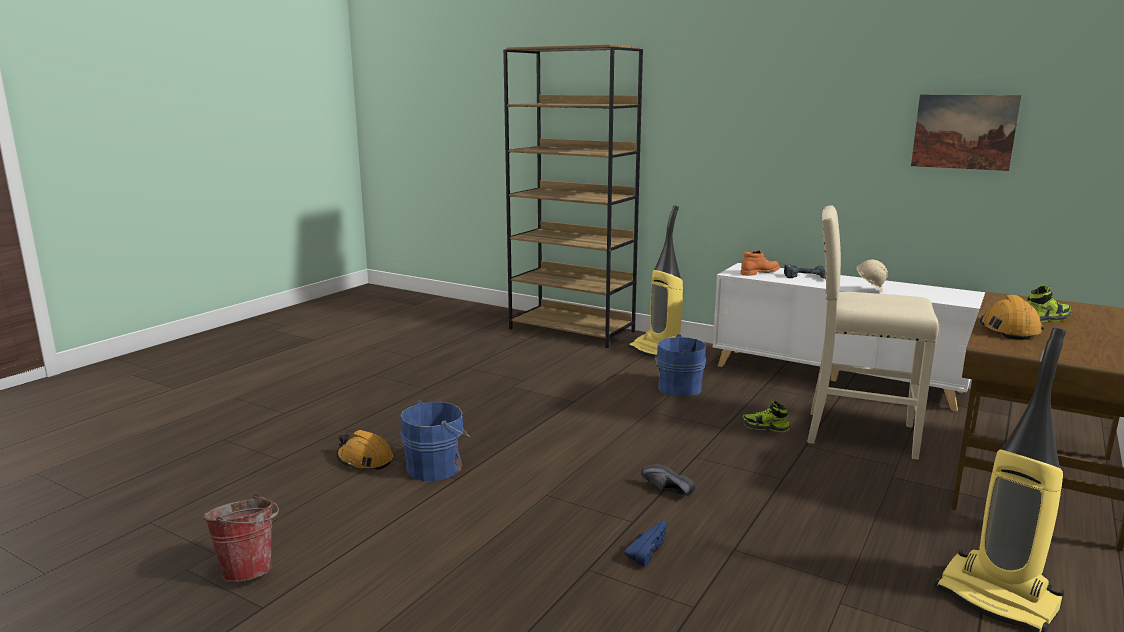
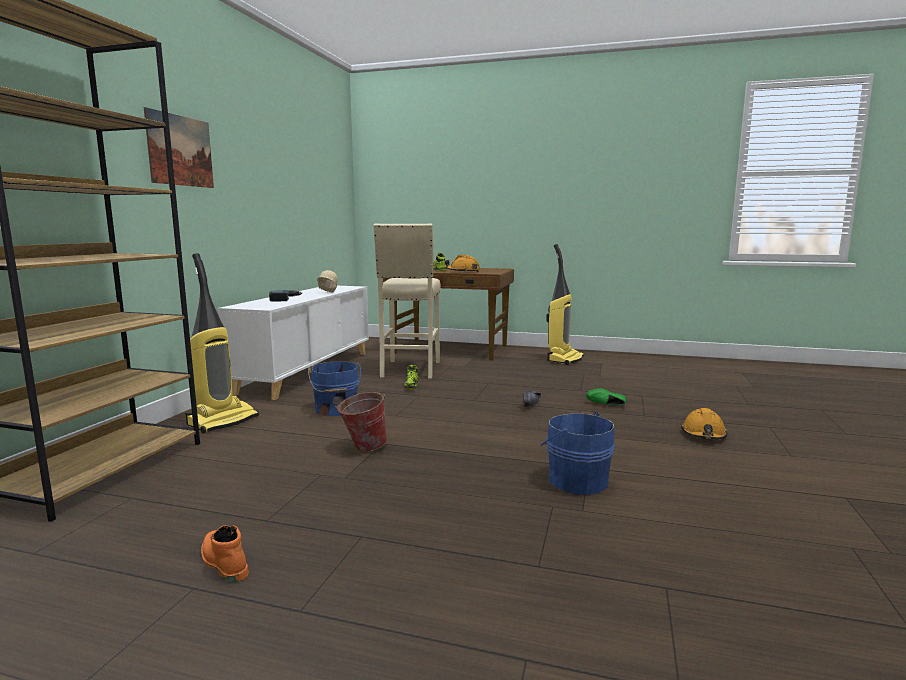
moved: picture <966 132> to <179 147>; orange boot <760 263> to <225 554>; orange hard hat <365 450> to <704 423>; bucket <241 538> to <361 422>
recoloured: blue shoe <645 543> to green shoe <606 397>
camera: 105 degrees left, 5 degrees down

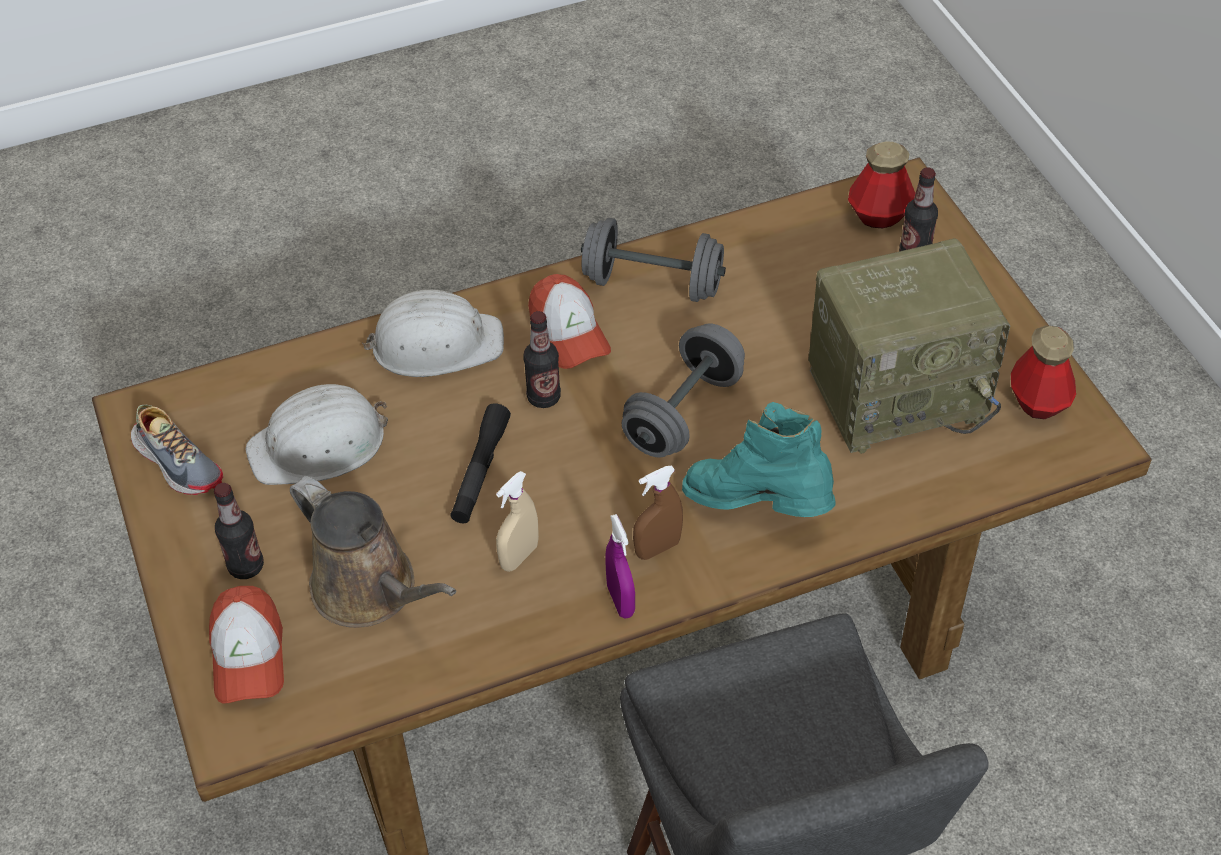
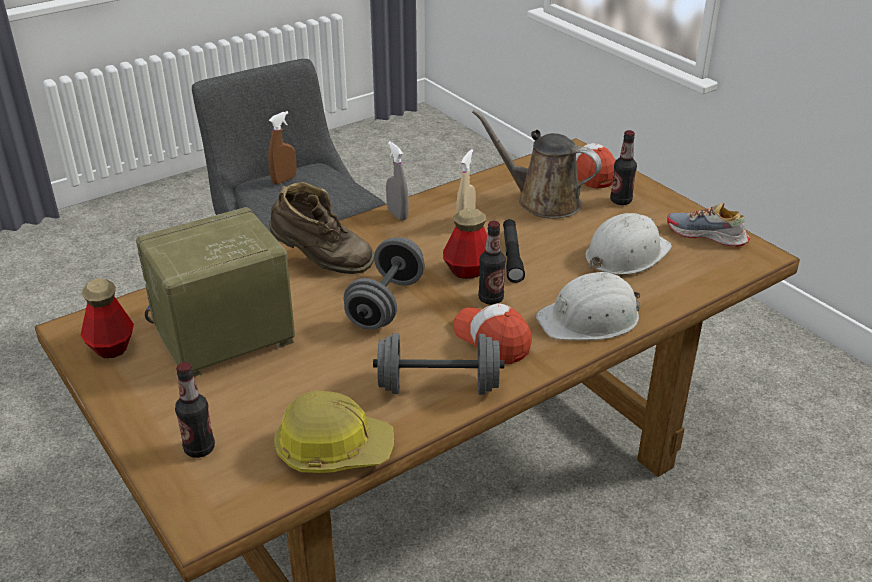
added: hard hat <334 431>
moved: bottle <881 184> to <465 243>; brown spray bottle <658 512> to <282 147>
recoloured: turquoise boot <759 459> to brown boot <322 228>; purple spray bottle <620 566> to grey spray bottle <397 181>
camera: 165 degrees right, 15 degrees down

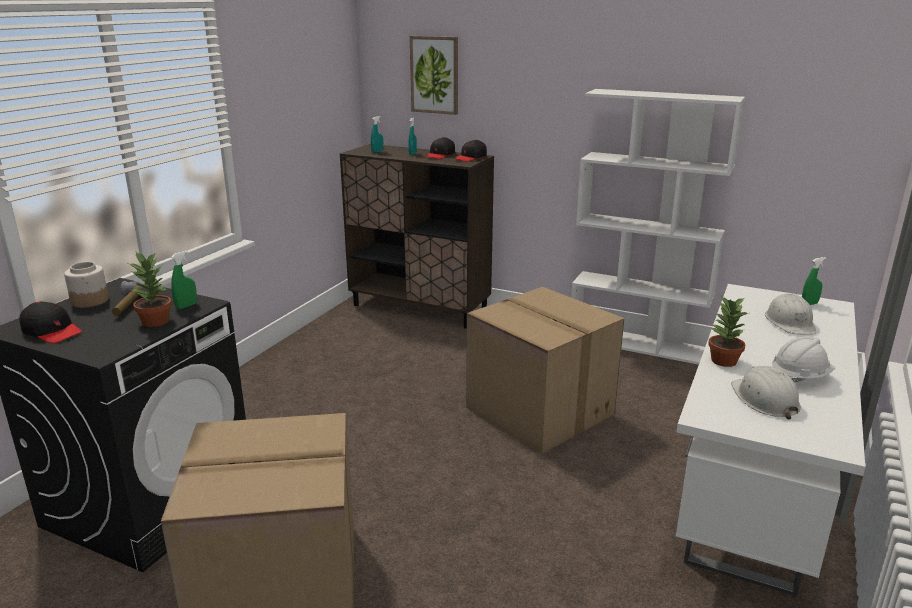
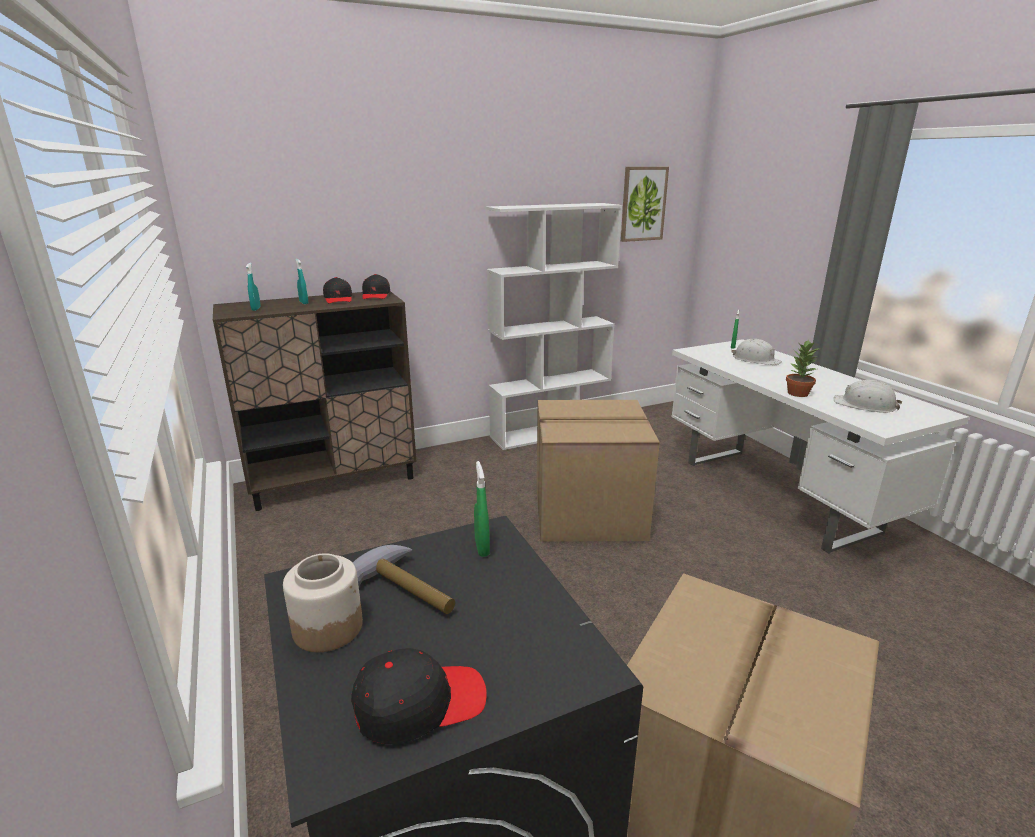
removed: potted plant <150 289>; white hard hat <803 359>
moved: picture <434 75> to <645 204>
camera: 50 degrees left, 0 degrees up

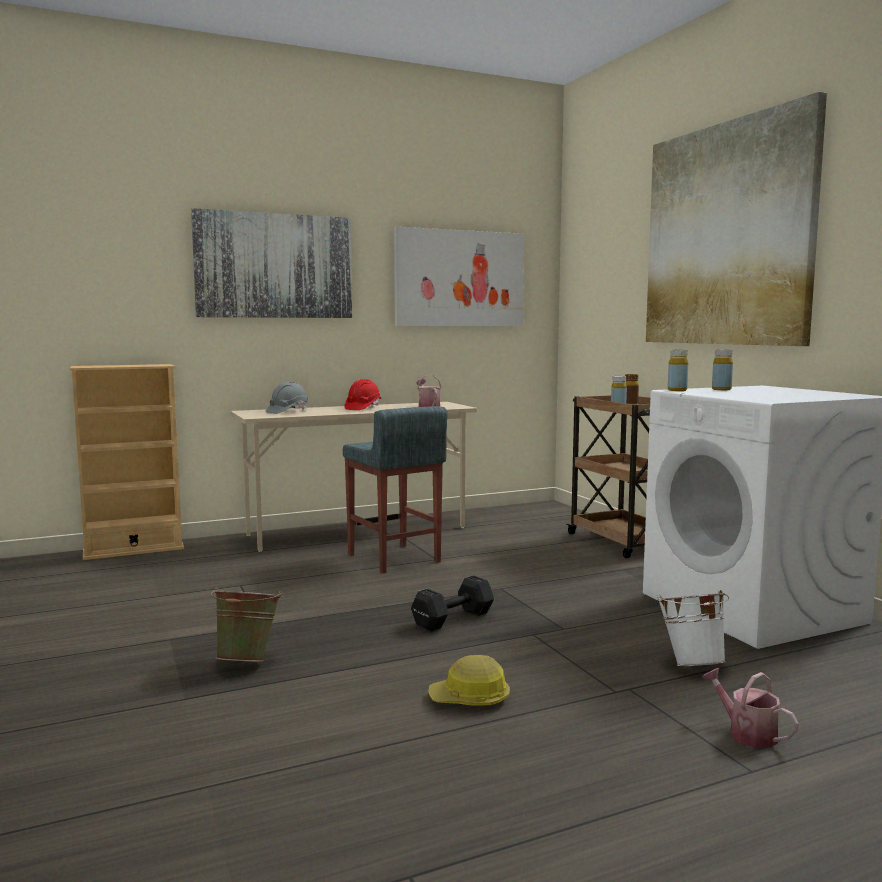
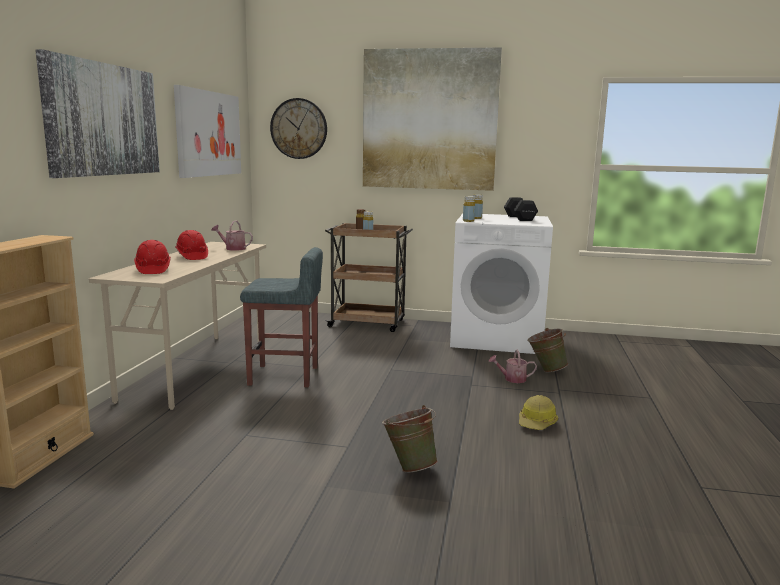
added: wall clock <298 128>
moved: black dumbbell <452 603> to <521 209>; watering can <750 708> to <513 366>
recoloured: grey hard hat <287 397> to red hard hat <152 257>; white bucket <693 628> to green bucket <548 350>
camera: 55 degrees left, 5 degrees up

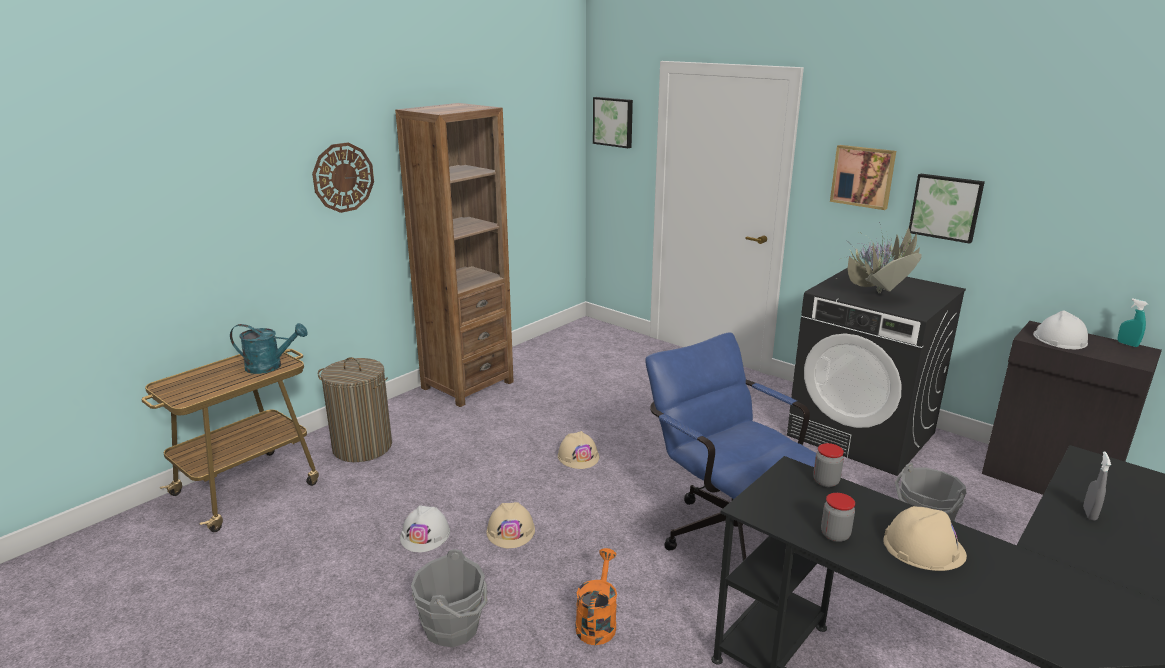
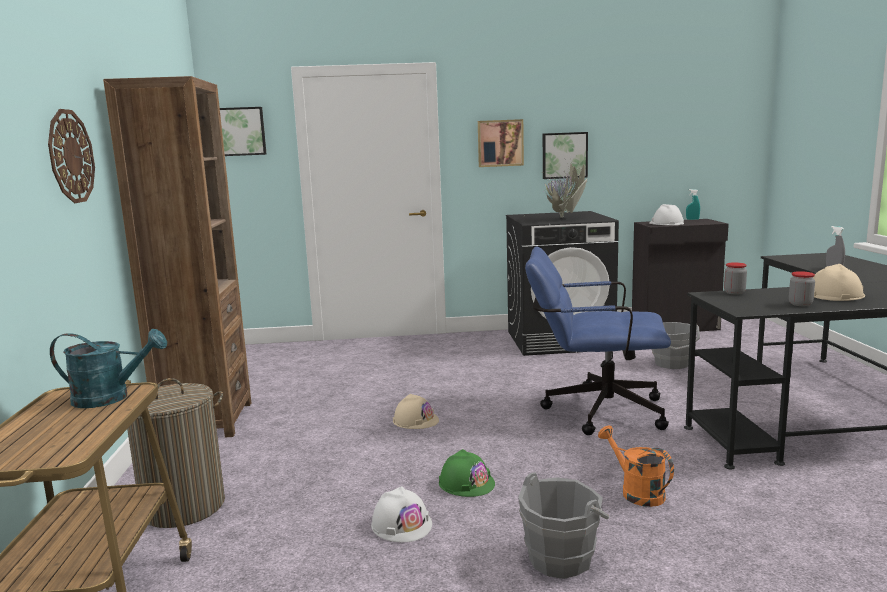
recoloured: beige hard hat <510 525> to green hard hat <467 473>
turned: turquoise watering can <269 348> = <108 368> 45 degrees clockwise
camera: 45 degrees left, 10 degrees down

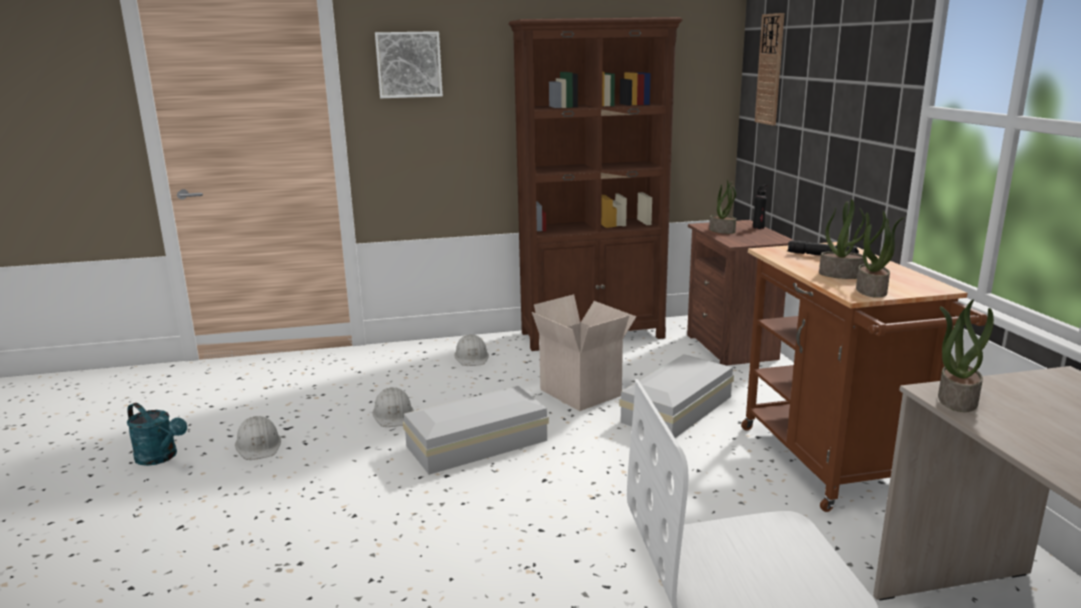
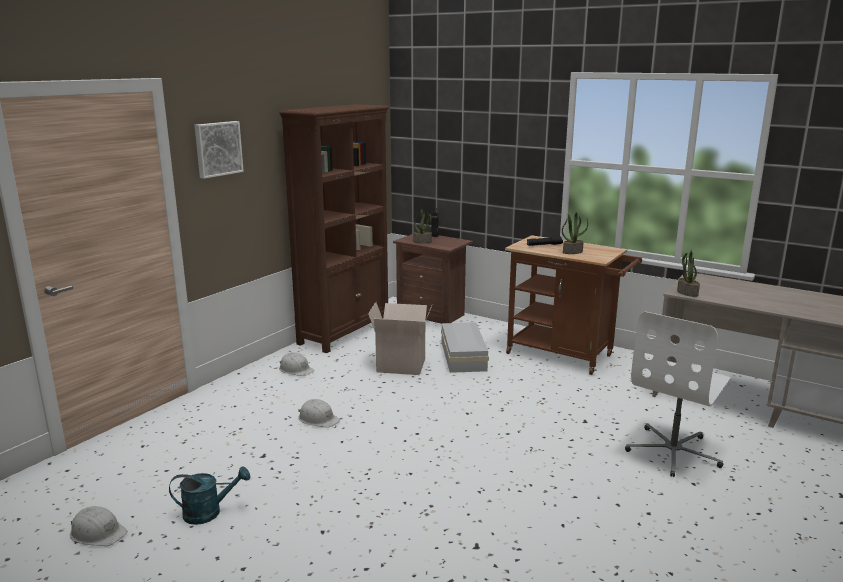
removed: wall clock <769 69>; potted plant <880 254>; white storage box <476 430>
moved: white hard hat <258 438> to <98 526>
camera: 45 degrees left, 0 degrees up

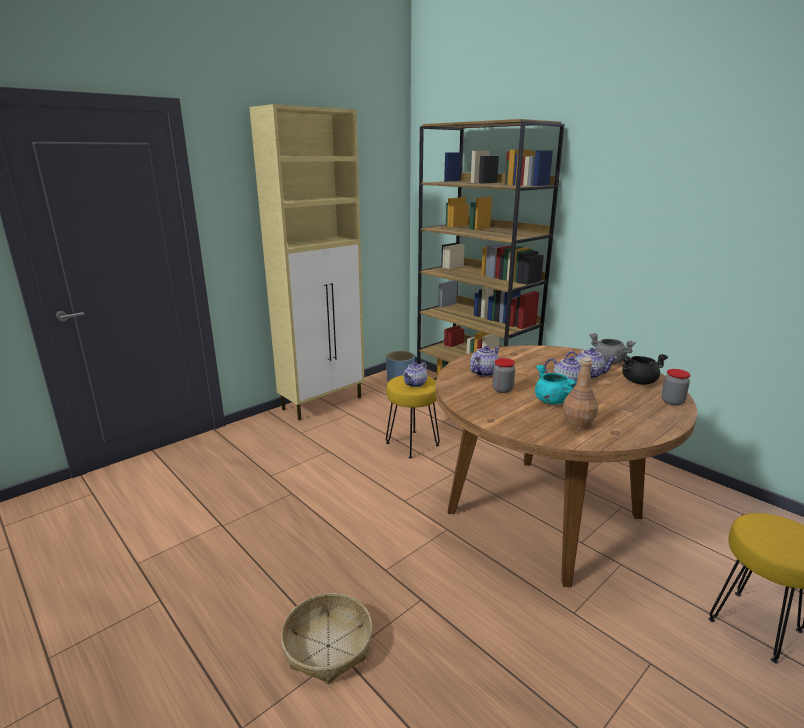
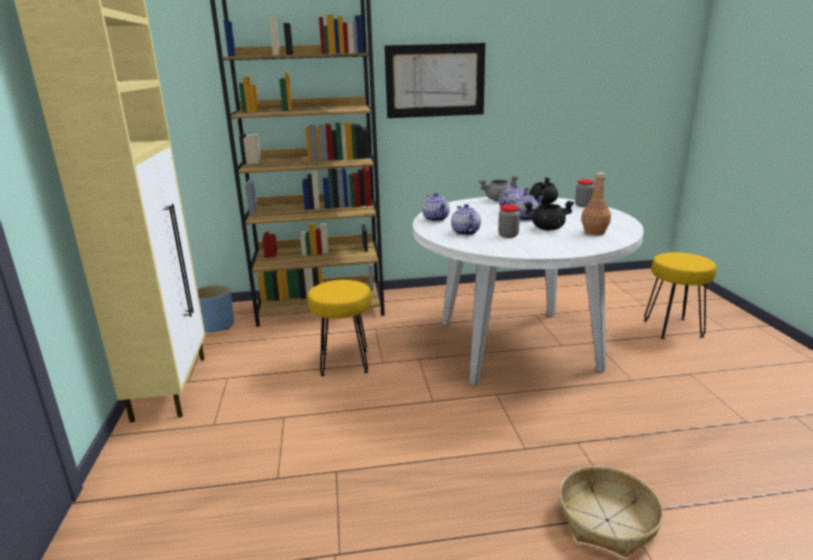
added: picture <434 80>
moved: teapot <415 374> to <436 207>
recoloured: brown dining table <566 466> to white dining table <528 291>; turquoise cooking pot <556 384> to black cooking pot <549 215>
camera: 55 degrees left, 0 degrees up

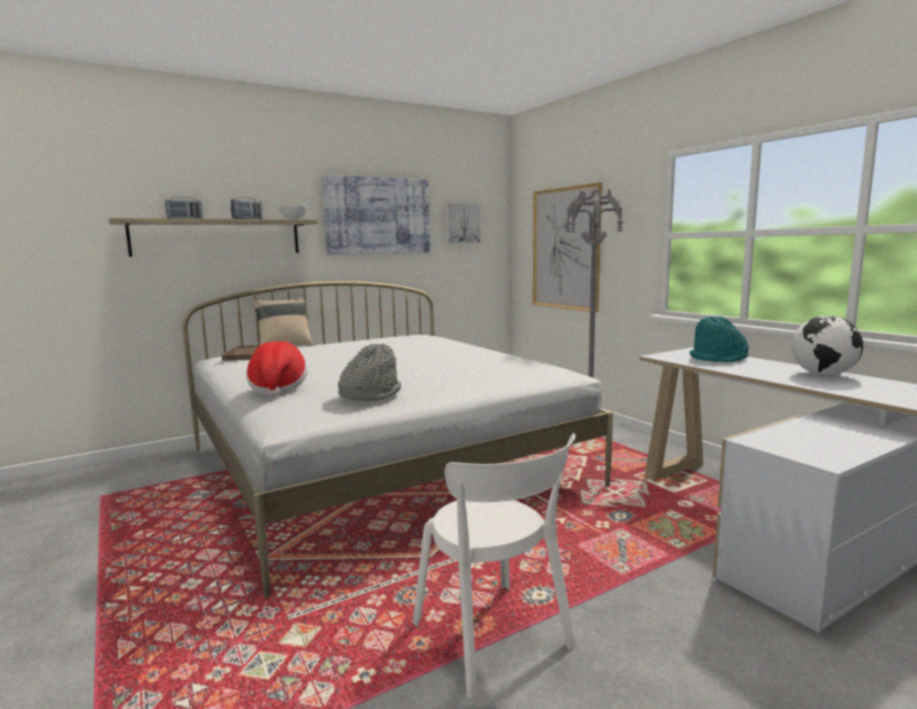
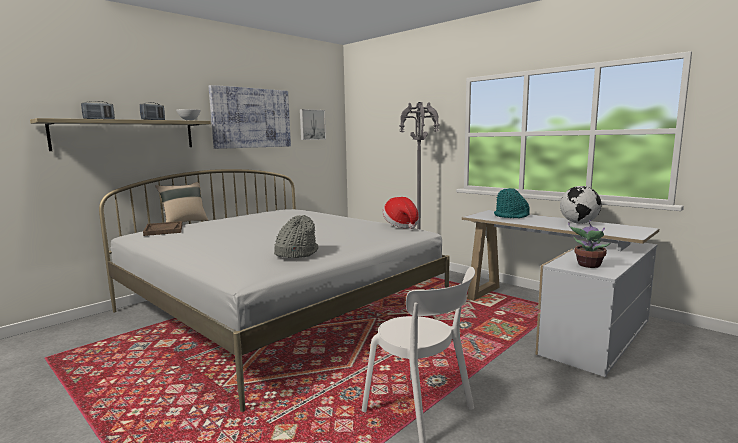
removed: picture <567 247>
added: potted plant <589 244>
moved: hat <277 369> to <400 213>
camera: 15 degrees left, 0 degrees up

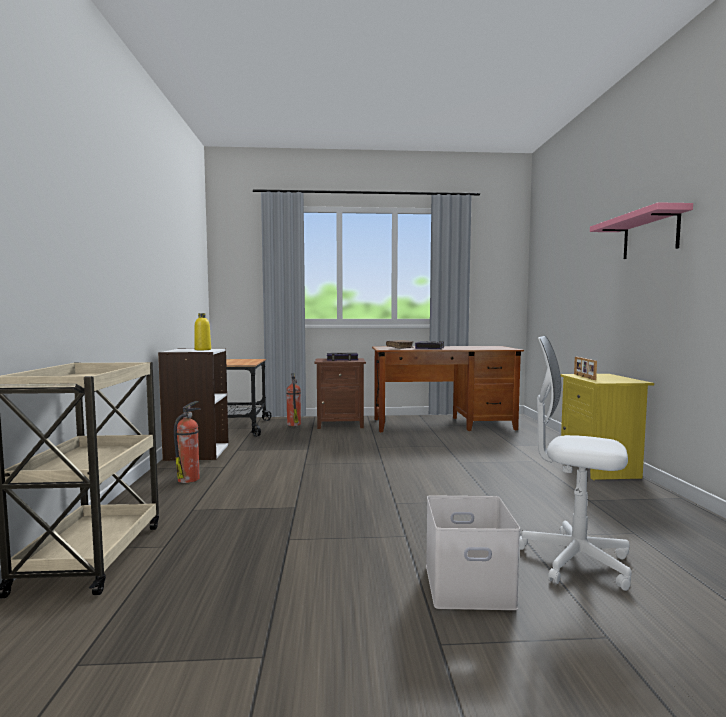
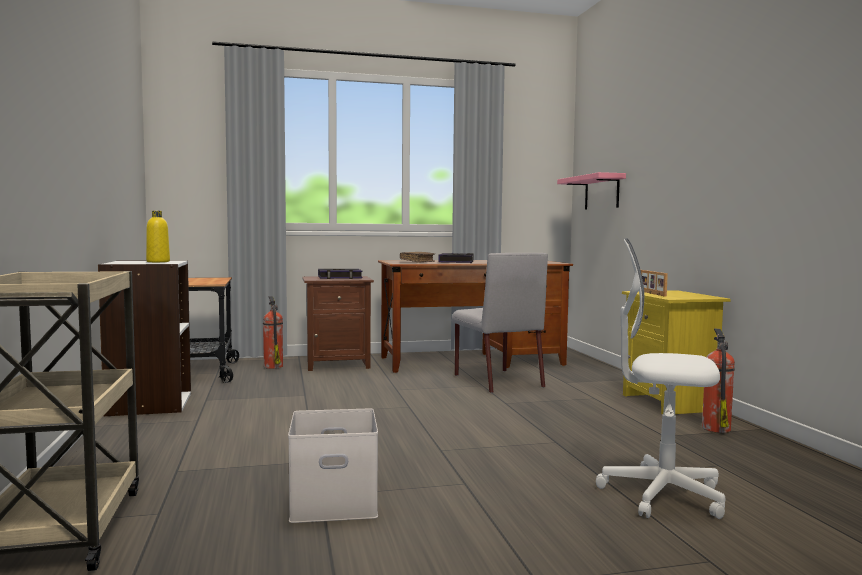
added: grey chair <500 323>
moved: pink shelf <641 230> to <591 190>; fire extinguisher <187 442> to <718 381>; white storage box <473 552> to <333 465>
camera: 10 degrees left, 0 degrees up

